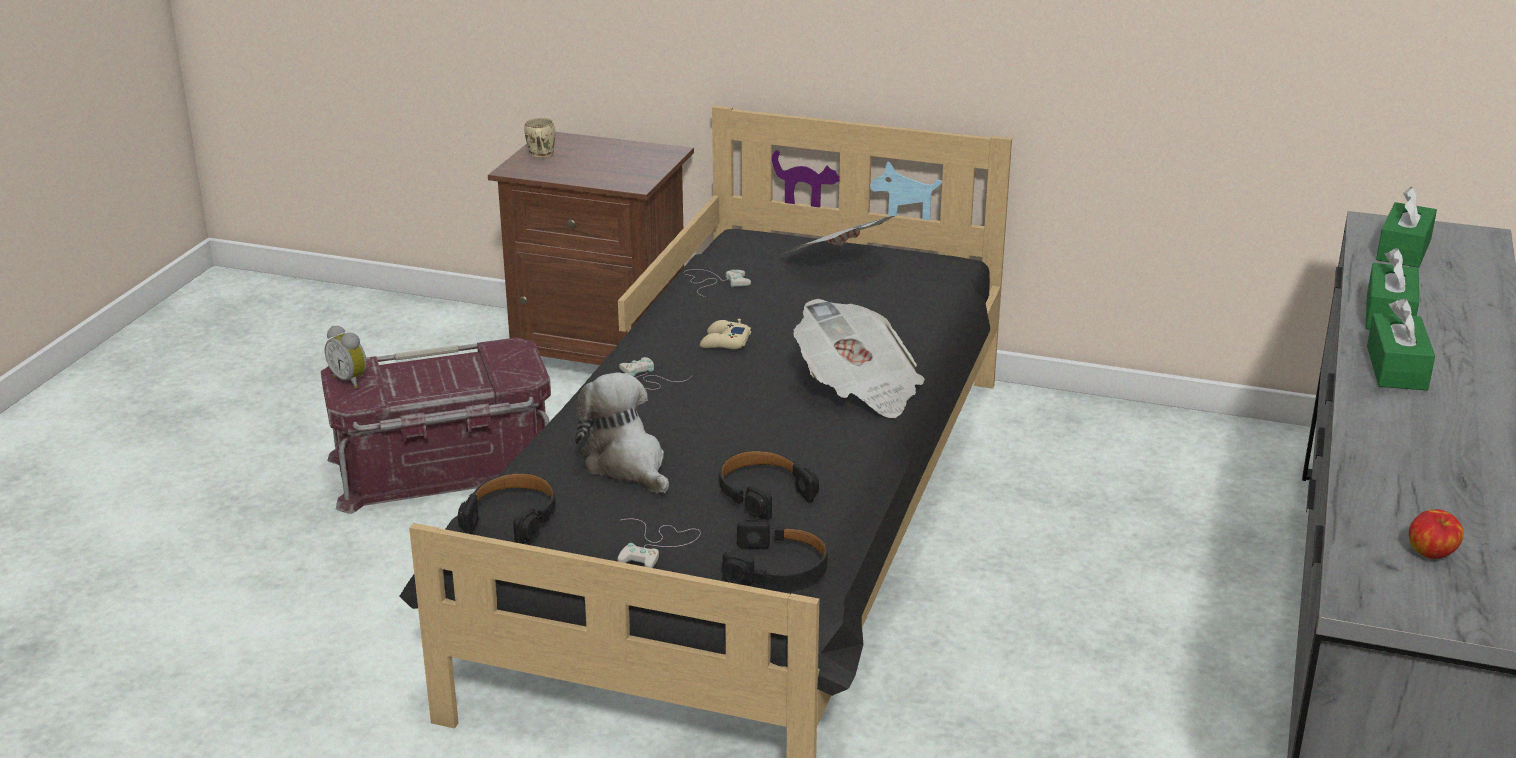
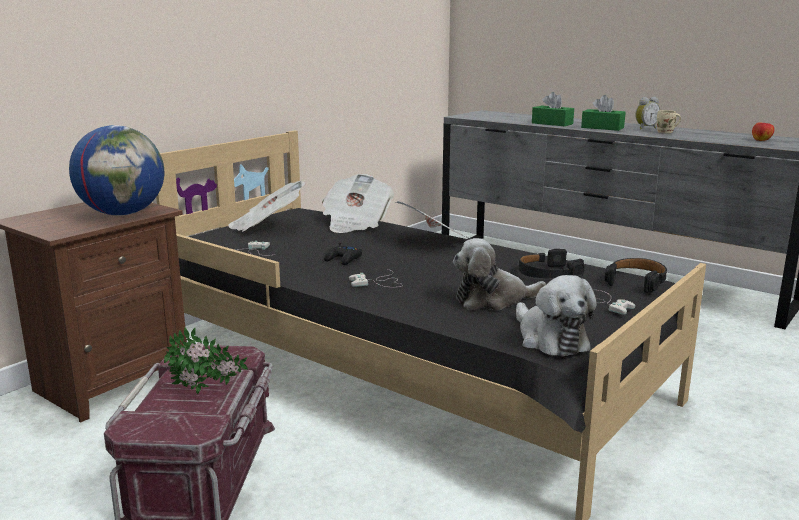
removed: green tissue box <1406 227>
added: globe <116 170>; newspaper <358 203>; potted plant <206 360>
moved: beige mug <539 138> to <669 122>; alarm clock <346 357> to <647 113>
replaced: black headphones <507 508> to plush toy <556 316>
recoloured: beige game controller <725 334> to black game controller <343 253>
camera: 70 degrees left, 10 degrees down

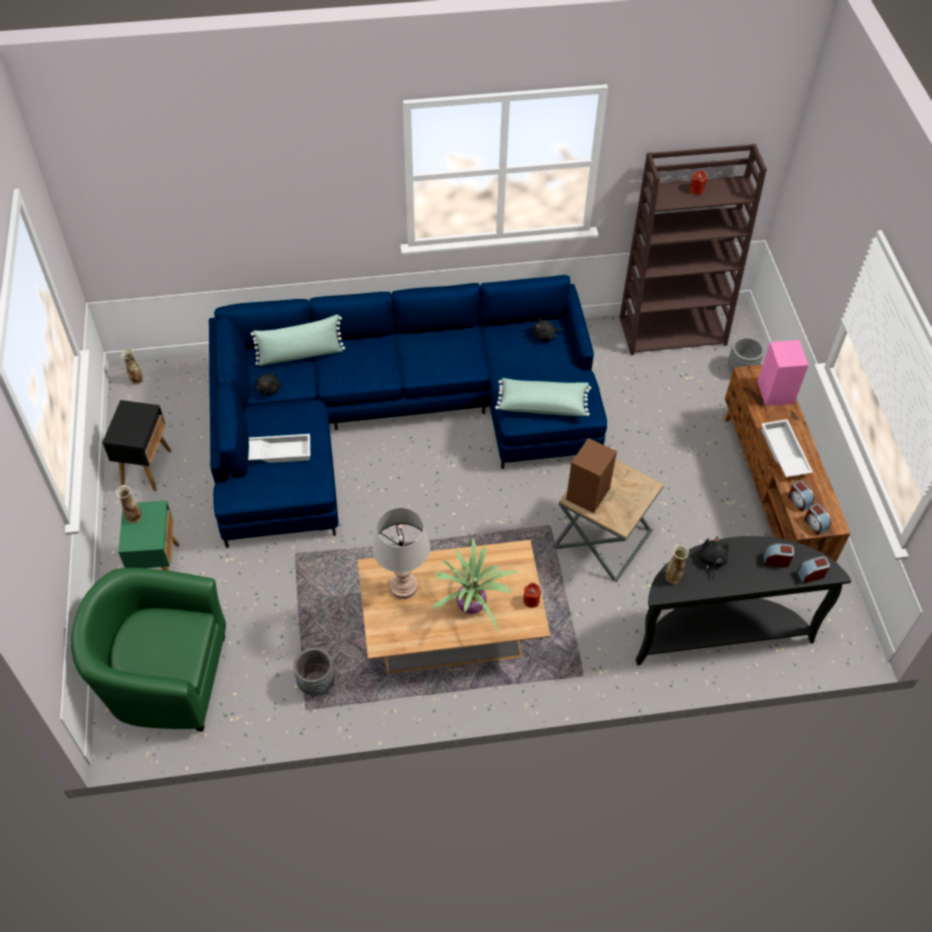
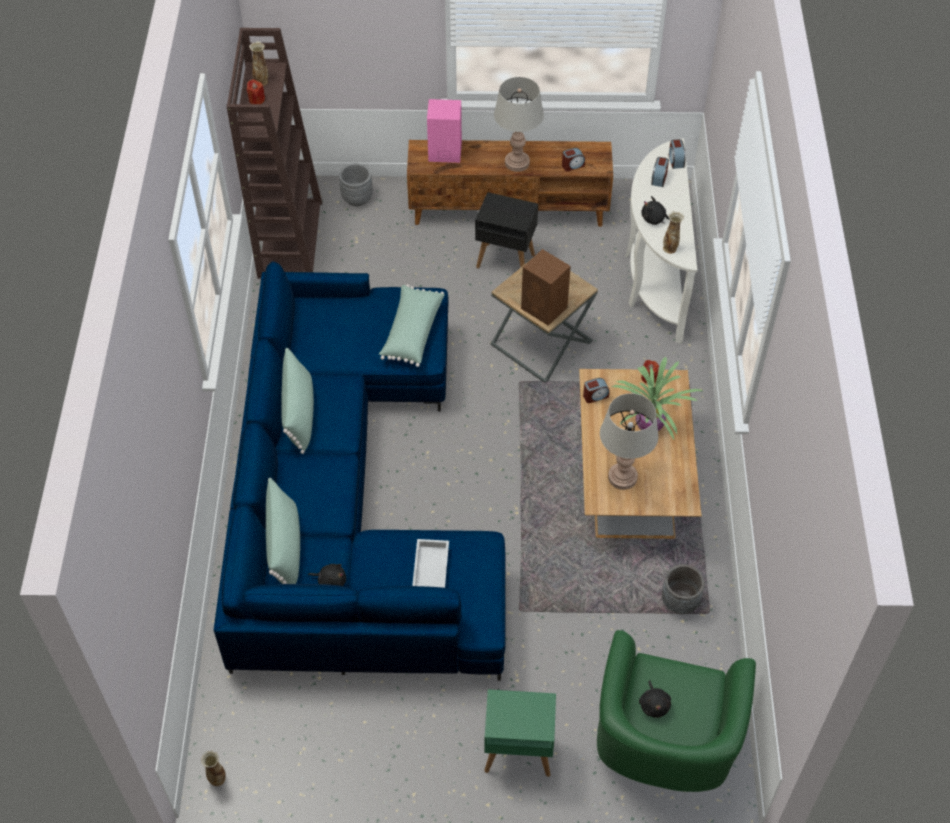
added: green pillow <297 401>
moved: black plush toy <548 329> to <655 699>; black side table <136 445> to <506 230>; vase <128 504> to <258 63>; alarm clock <817 519> to <596 390>
replaced: white tray <787 448> to grey table lamp <519 124>
recoloured: black console table <743 601> to white console table <661 240>
camera: 80 degrees left, 0 degrees up

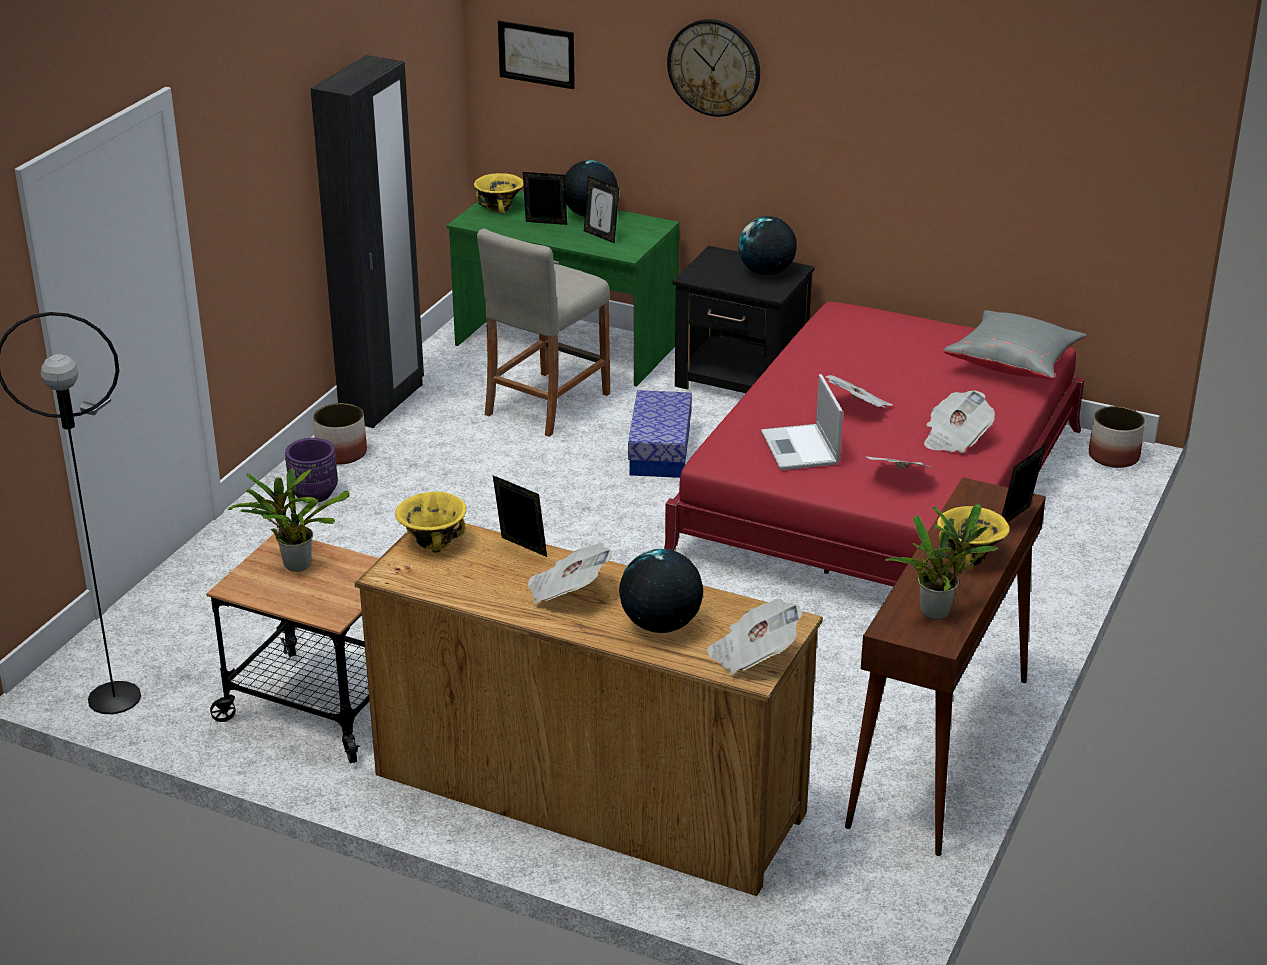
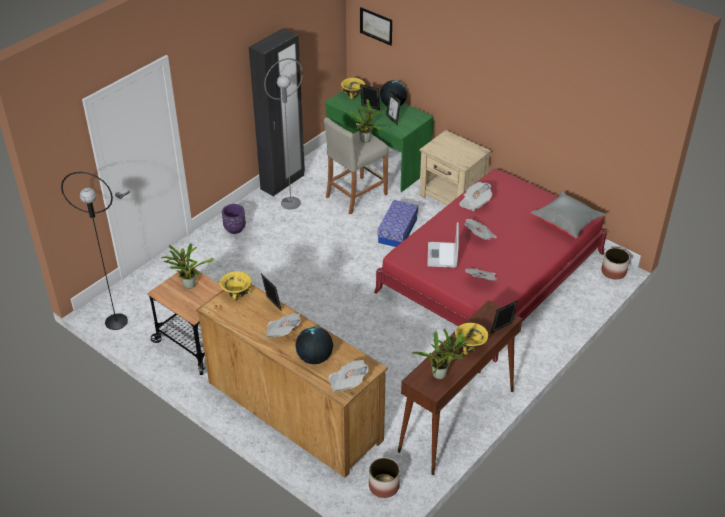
removed: wall clock <713 68>; globe <767 245>
added: grey floor lamp <283 133>; potted plant <367 121>
moved: newspaper <959 422> to <475 196>; planter <340 434> to <384 478>
recoloured: black nightstand <743 319> to beige nightstand <455 167>
camera: 15 degrees right, 10 degrees up

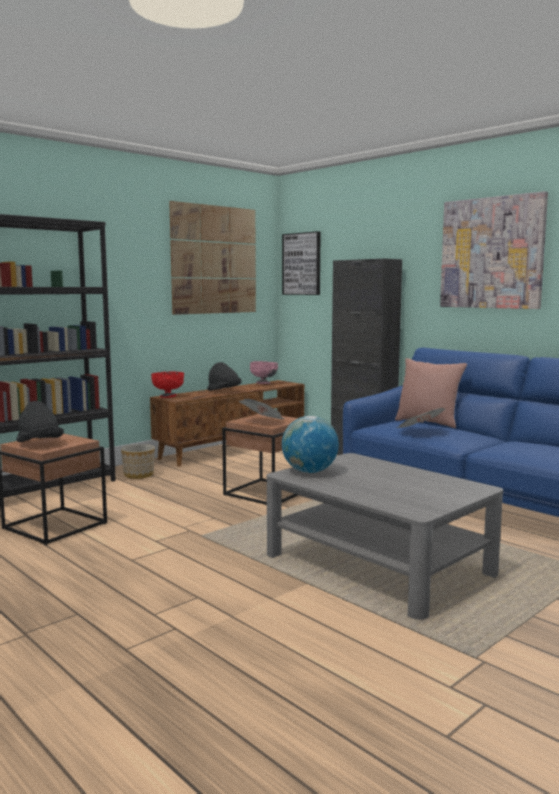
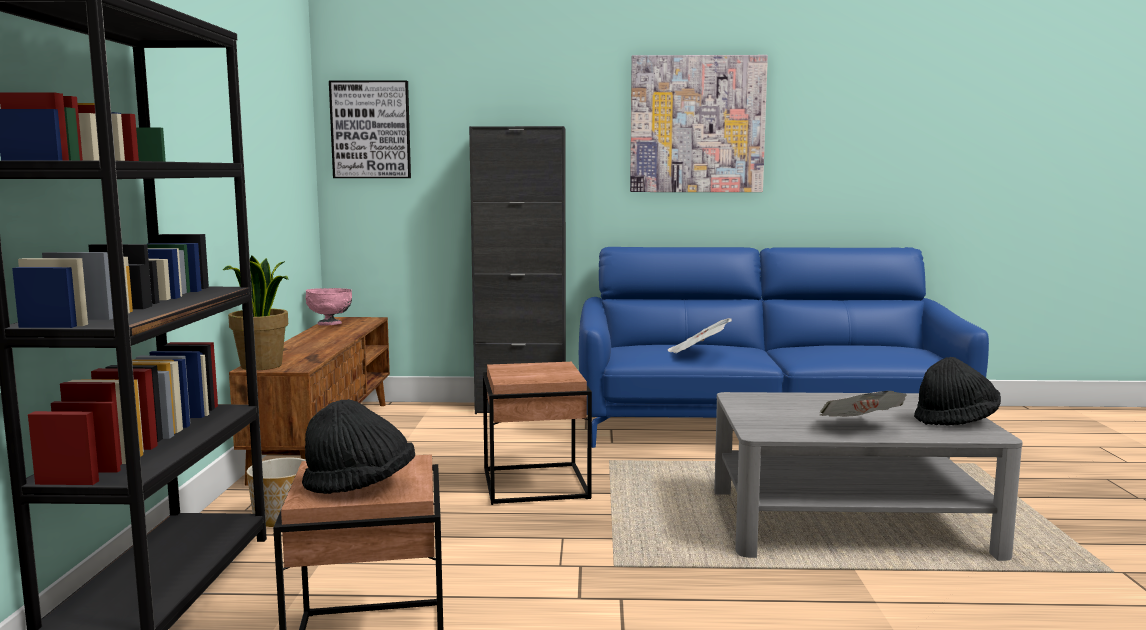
removed: picture <212 258>; pink pillow <431 393>; globe <310 444>
moved: black hat <224 376> to <957 391>; newspaper <262 409> to <863 404>
replaced: red bowl <167 385> to potted plant <255 312>
camera: 45 degrees left, 0 degrees up

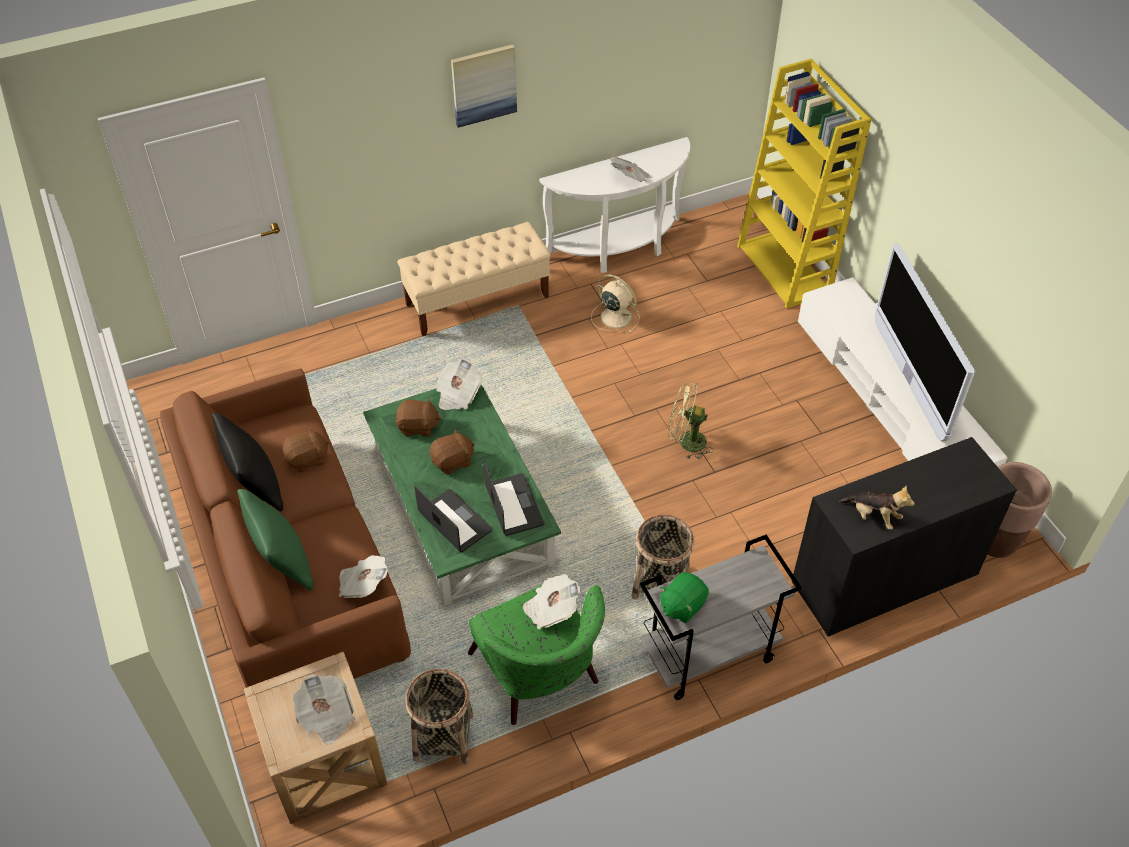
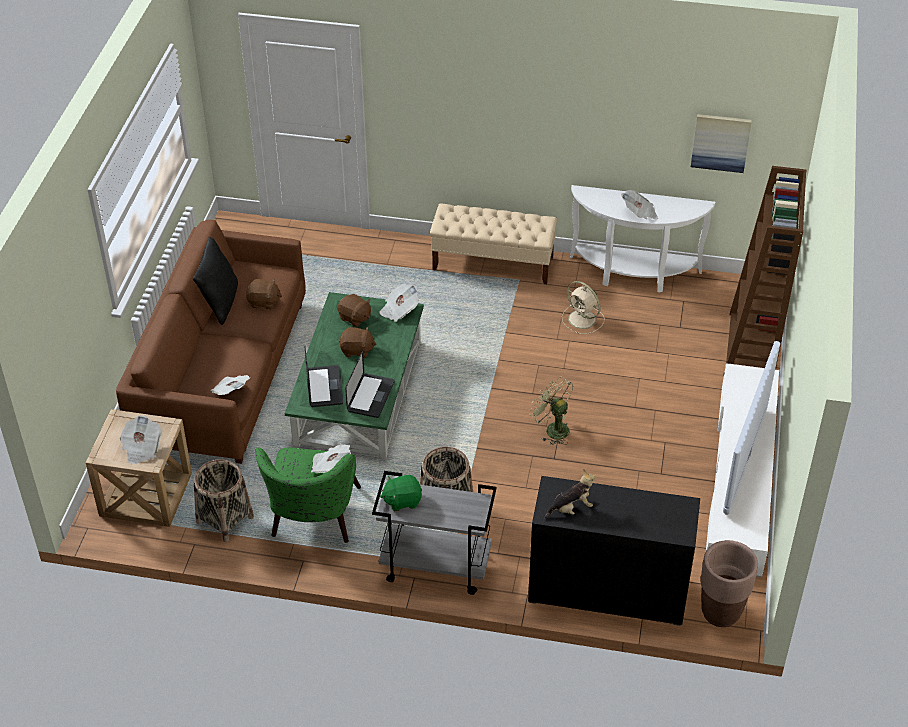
removed: green pillow <275 539>
moved: picture <484 86> to <721 143>
recoloured: yellow bookcase <804 183> to brown bookcase <765 271>
turned: beige fan <615 303> = <583 307> 150 degrees clockwise; plush toy <877 508> = <570 494> 90 degrees counterclockwise
camera: 35 degrees right, 5 degrees down

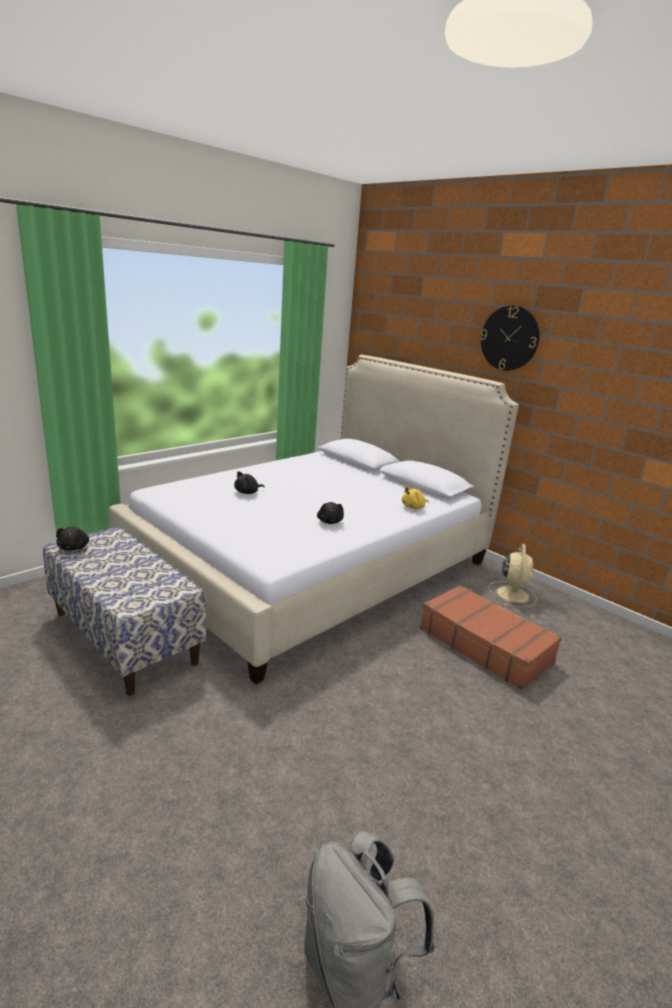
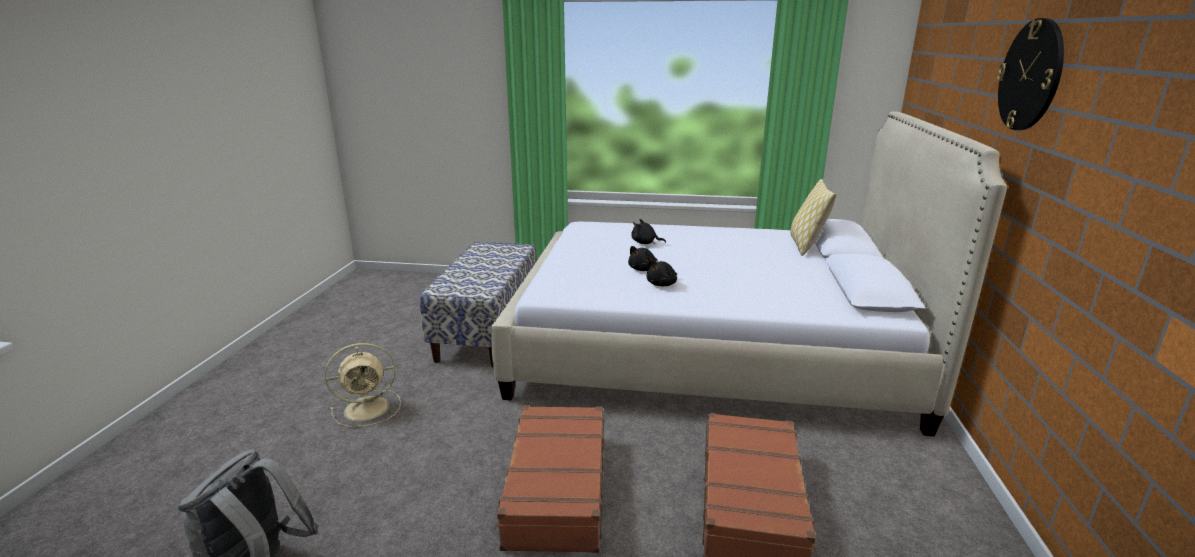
removed: yellow plush toy <415 497>
added: pillow <813 217>; brown suitcase <549 479>
moved: black plush toy <73 538> to <643 258>; beige fan <513 575> to <363 385>
camera: 55 degrees right, 0 degrees up

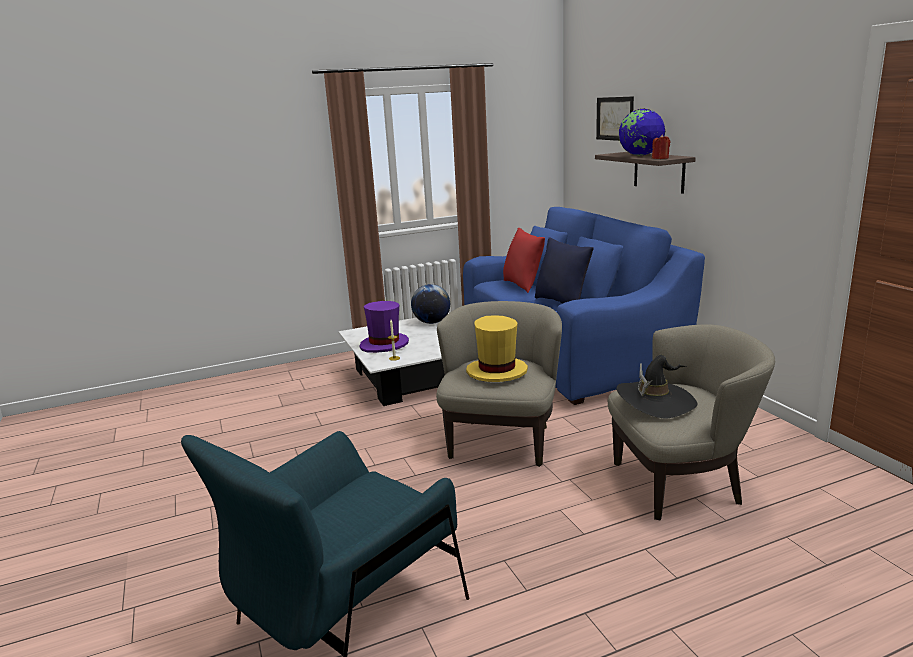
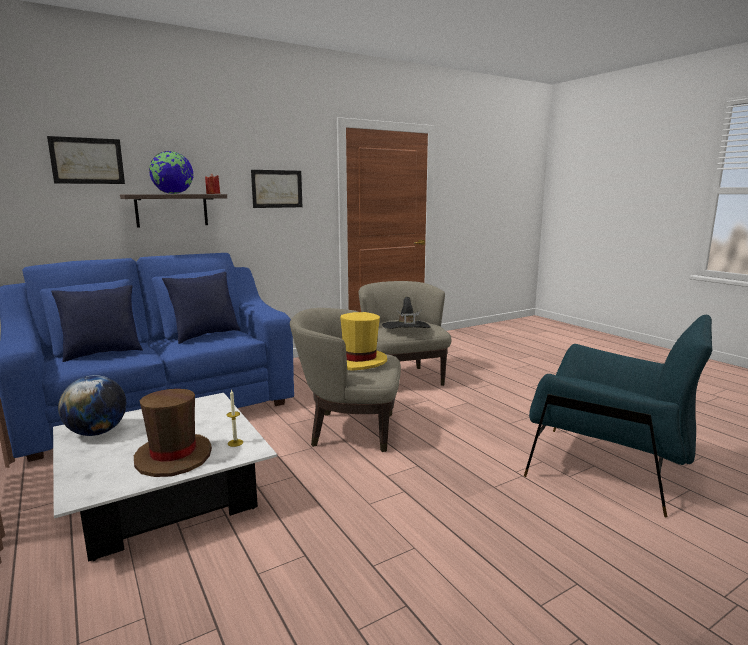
added: picture <276 189>
recoloured: red pillow <524 260> to blue pillow <97 323>; purple hat <384 327> to brown hat <173 433>
camera: 100 degrees left, 5 degrees down

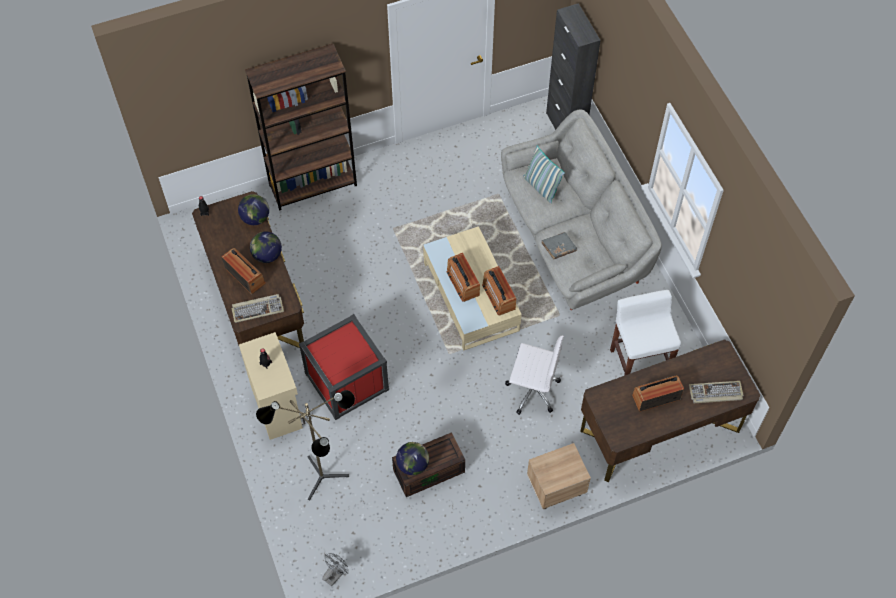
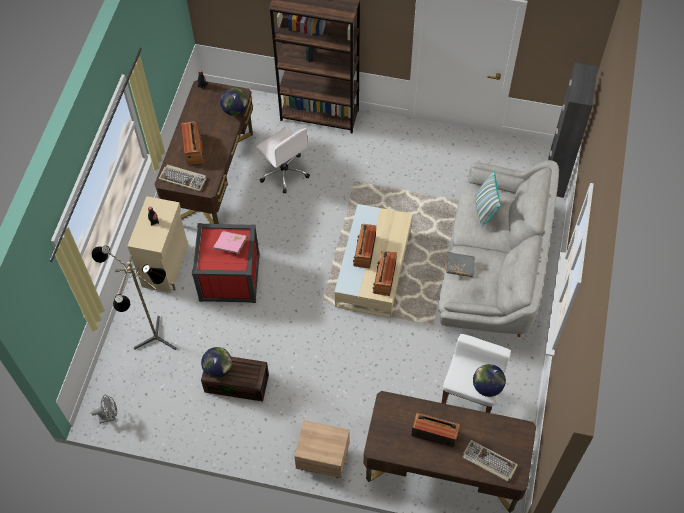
added: pink book <230 242>
moved: globe <266 247> to <489 380>; white office chair <534 375> to <283 160>
camera: 35 degrees right, 0 degrees up

